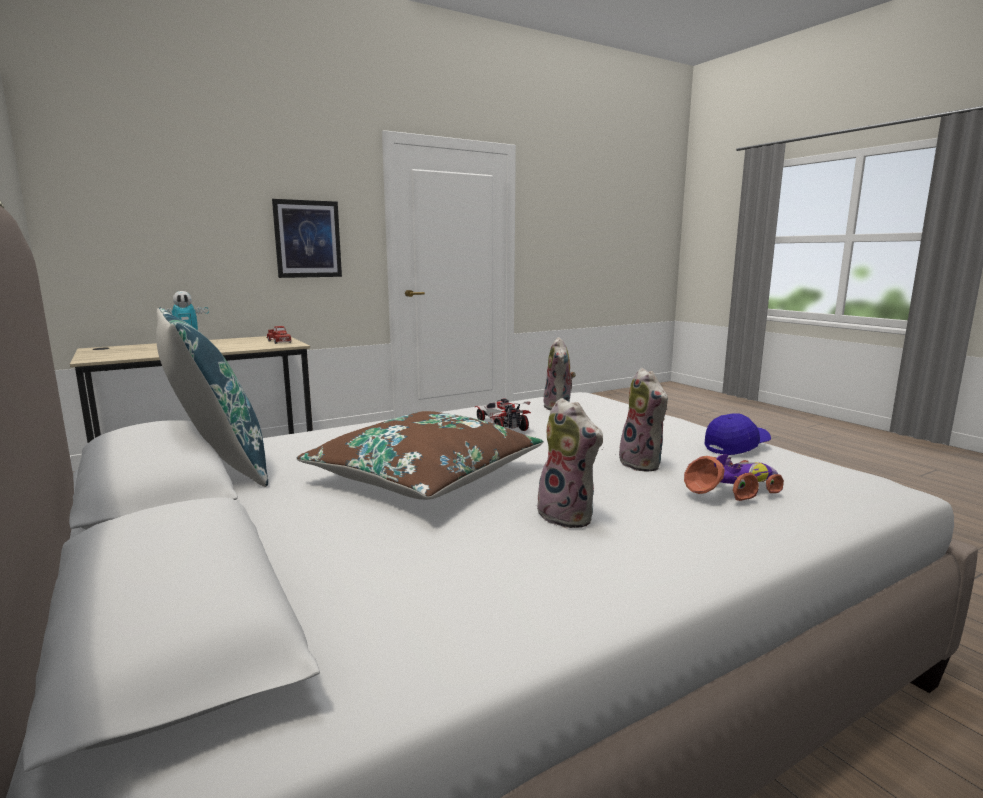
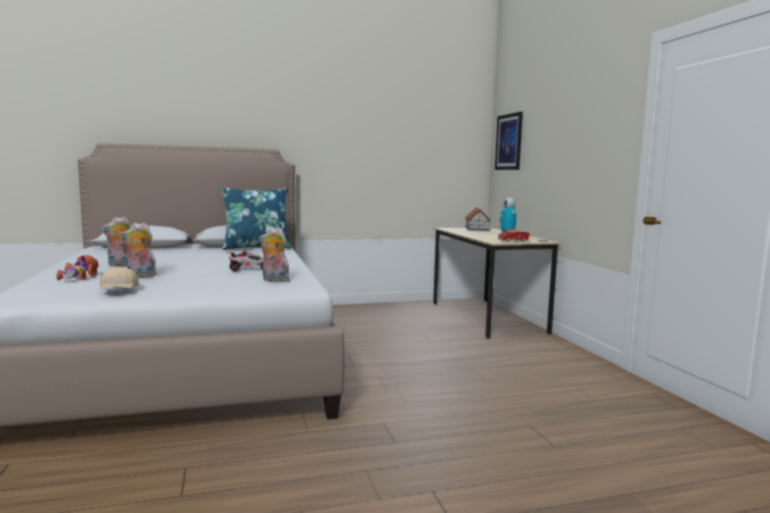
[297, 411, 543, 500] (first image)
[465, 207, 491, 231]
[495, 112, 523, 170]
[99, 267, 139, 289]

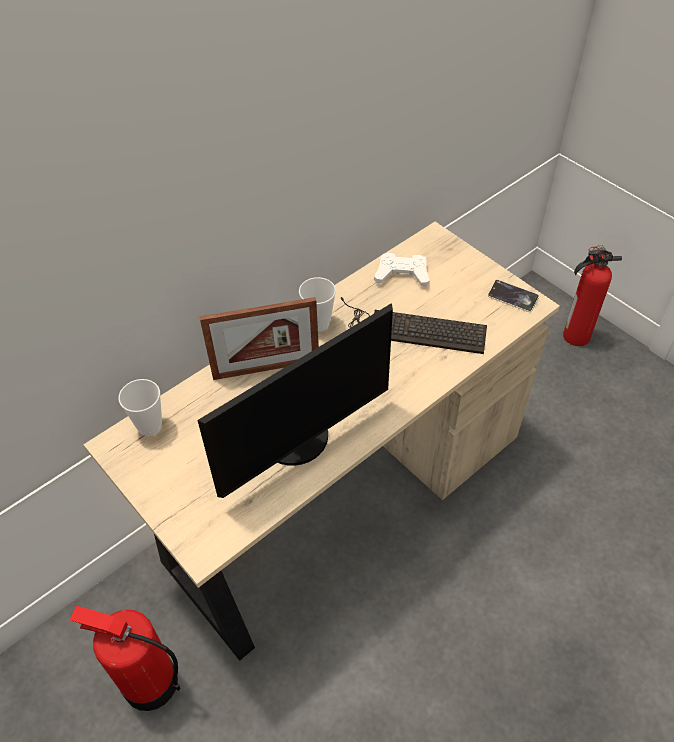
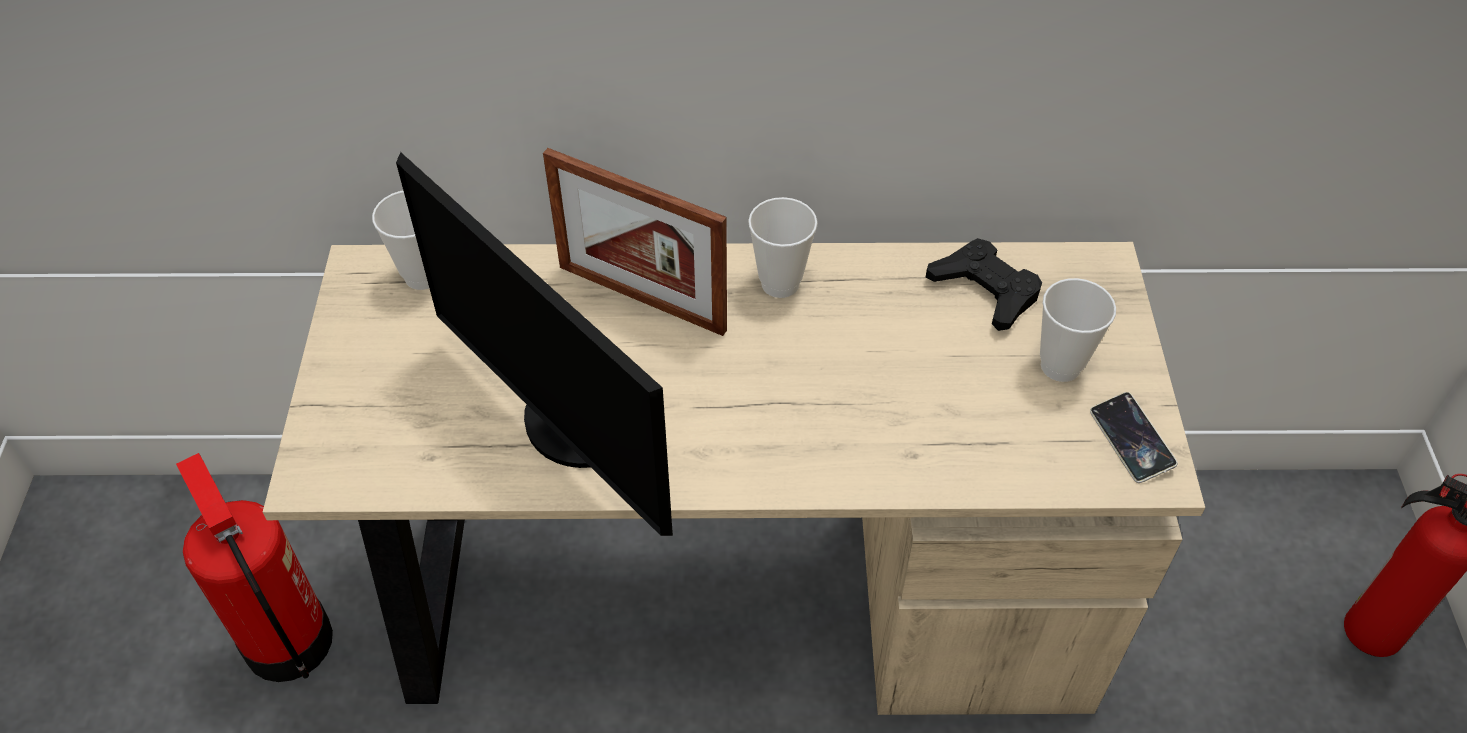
[341, 297, 487, 354] (first image)
[1040, 278, 1116, 382]
[925, 238, 1042, 331]
[396, 152, 673, 536]

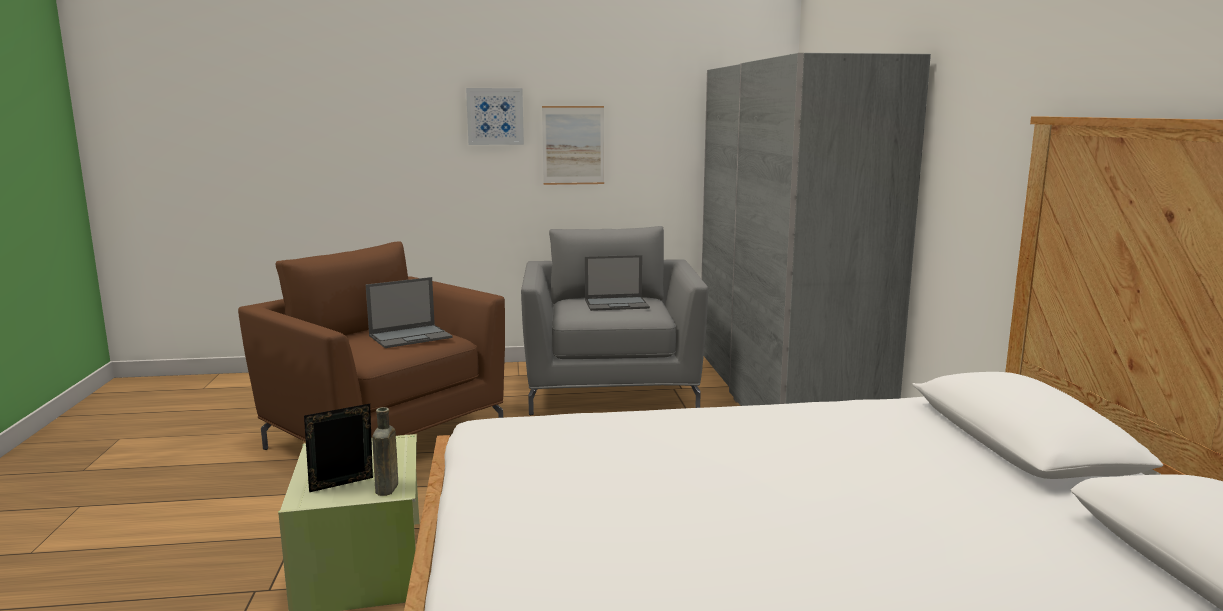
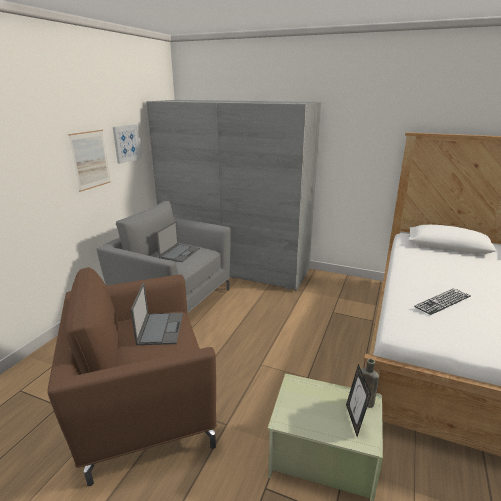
[414, 288, 470, 315]
[113, 124, 142, 164]

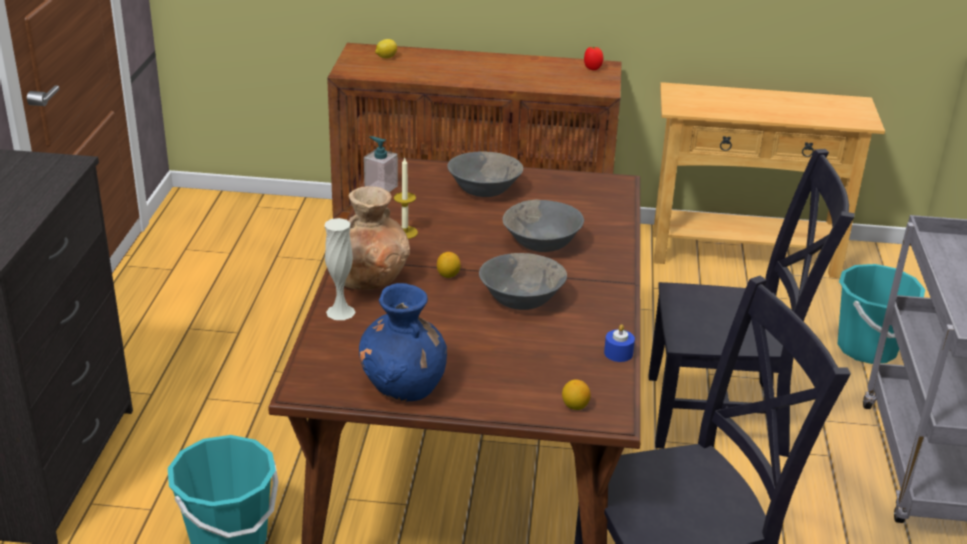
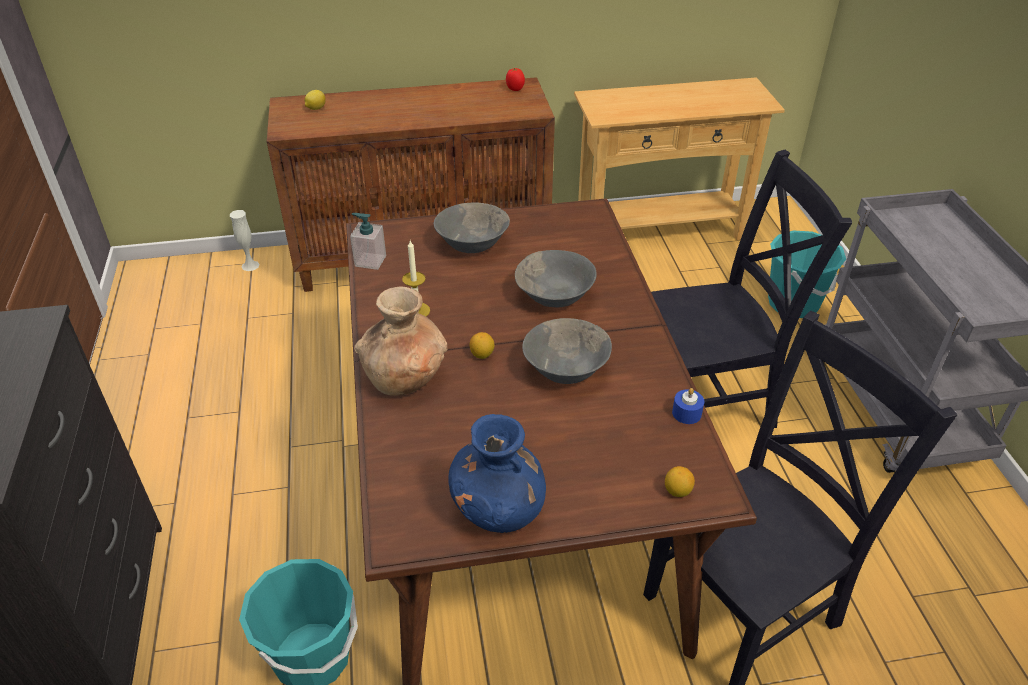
[230, 210, 260, 271]

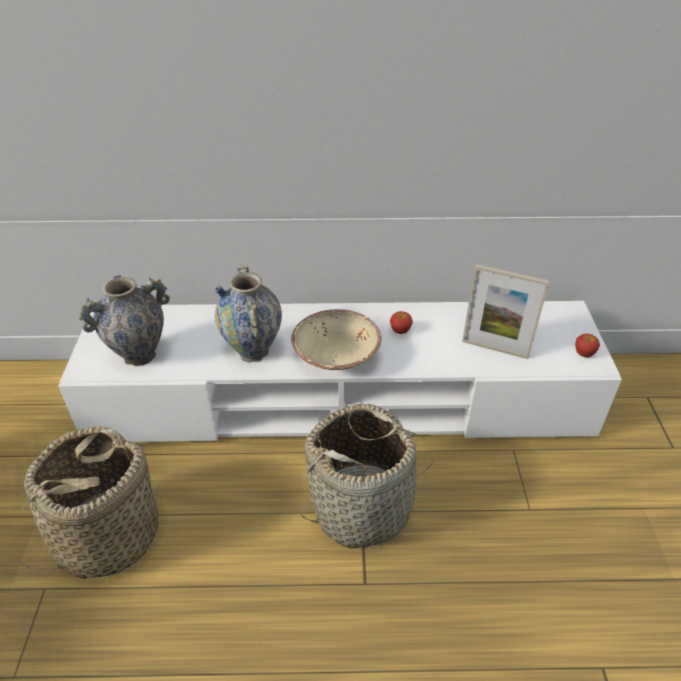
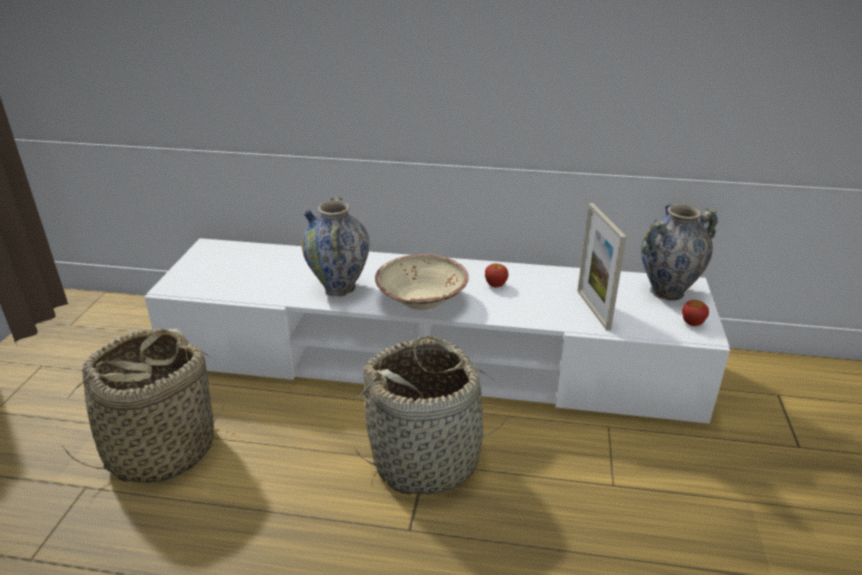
[641, 204, 718, 301]
[577, 203, 626, 330]

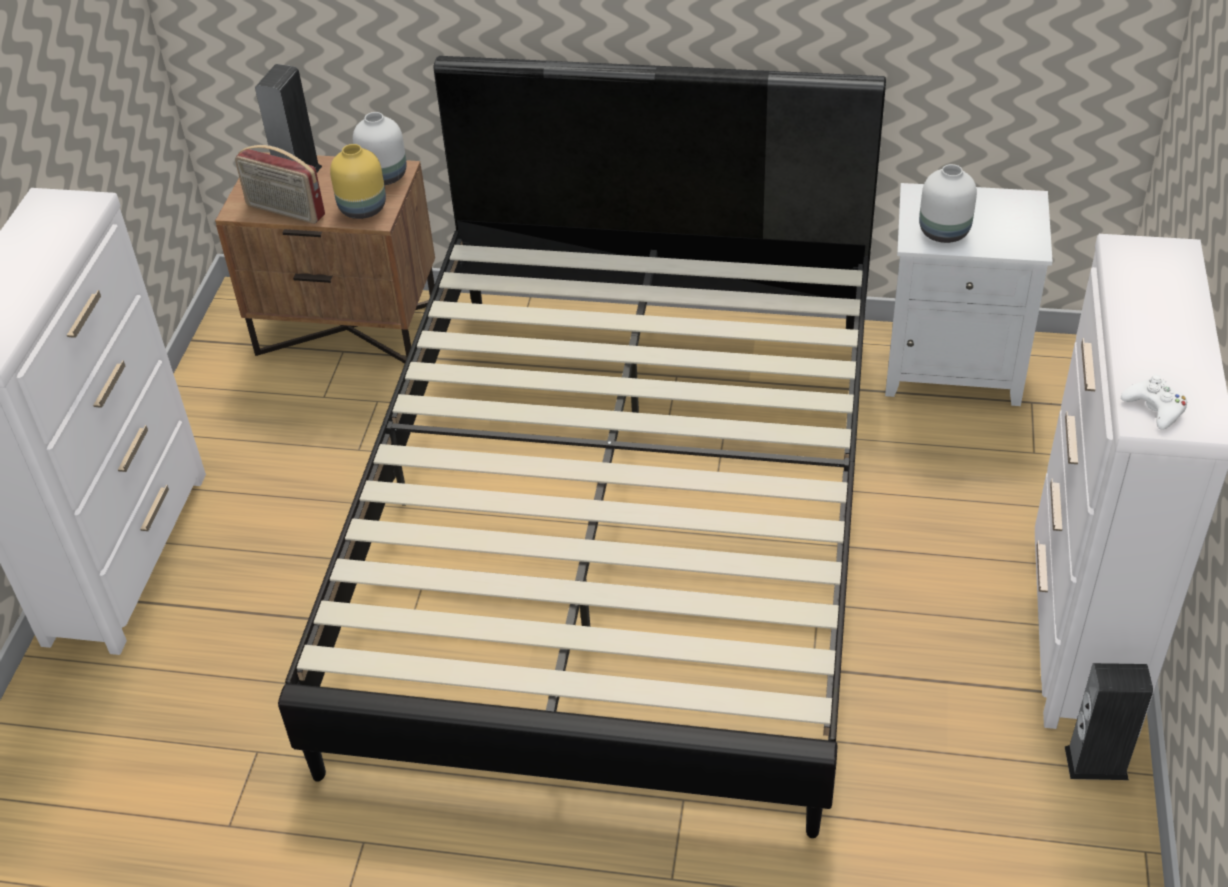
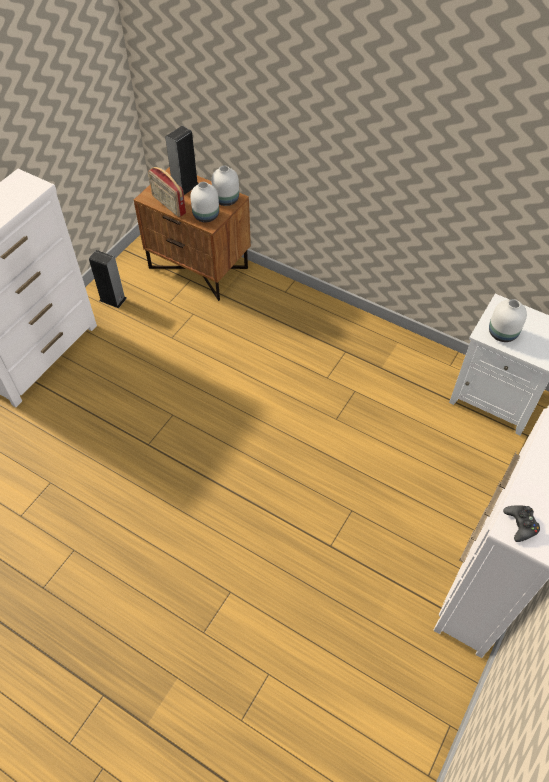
[278, 56, 886, 838] (first image)
[89, 250, 127, 308]
[190, 182, 219, 222]
[503, 505, 540, 542]

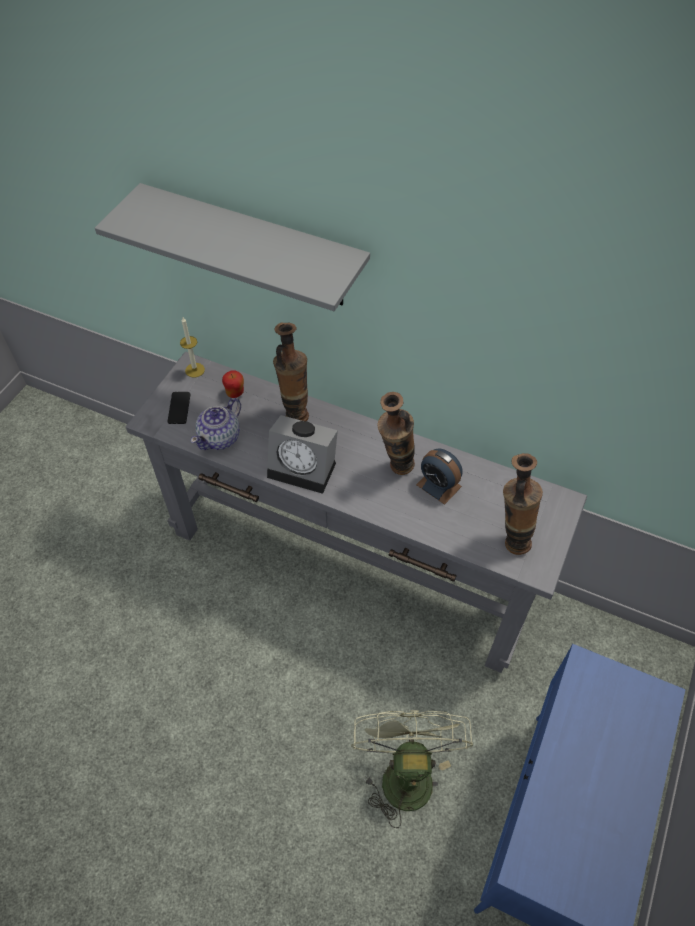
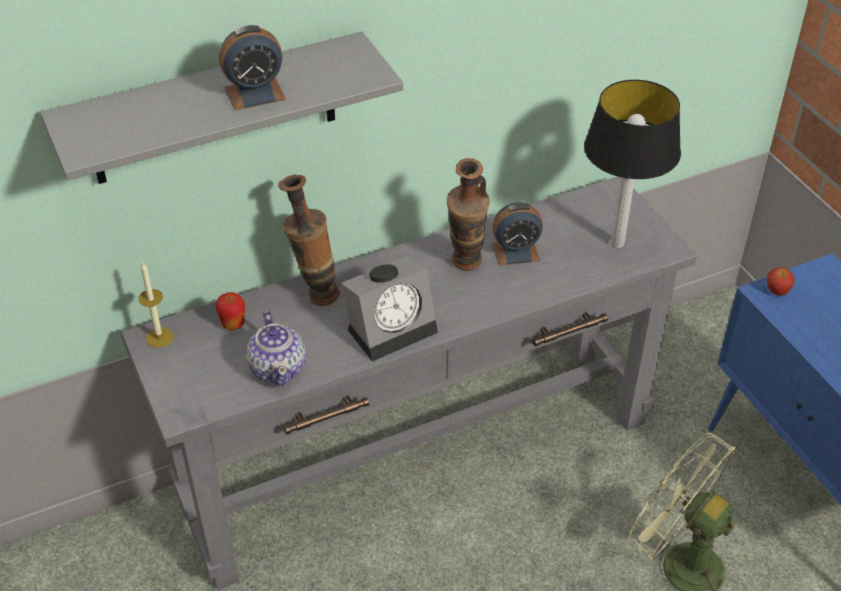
[167, 392, 190, 424] (first image)
[219, 25, 286, 111]
[767, 267, 795, 296]
[584, 80, 681, 248]

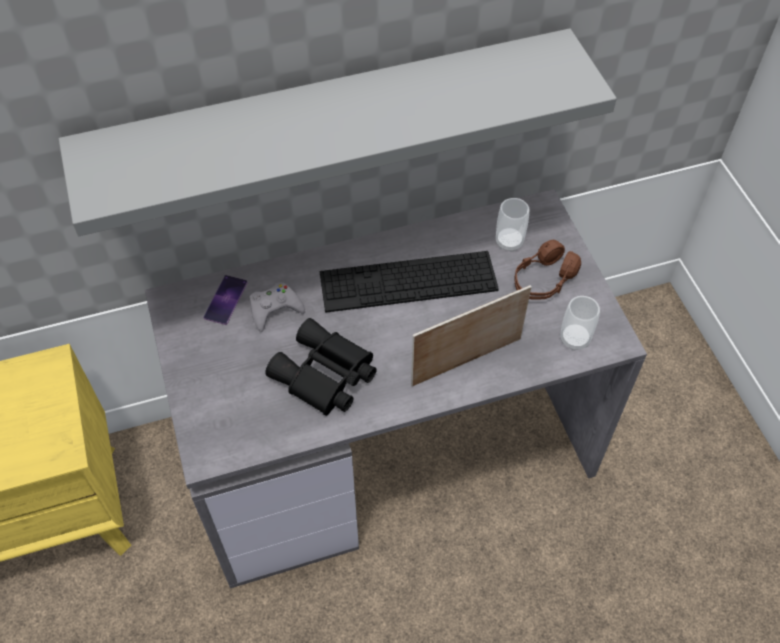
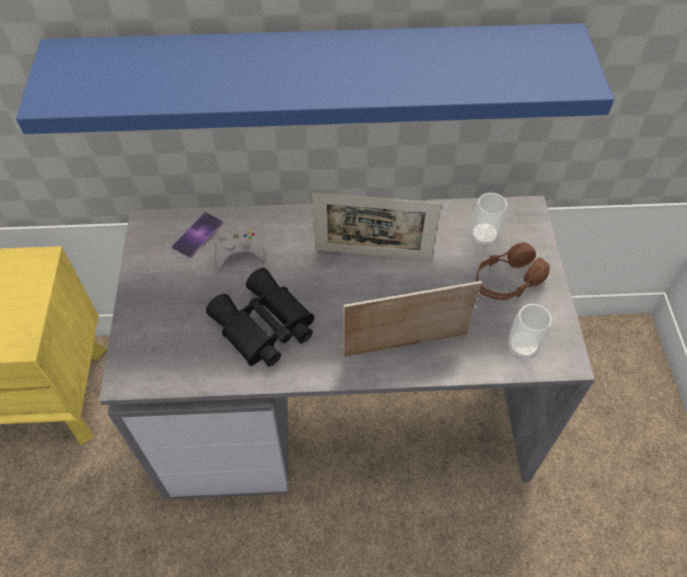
[312, 192, 441, 260]
[16, 23, 614, 134]

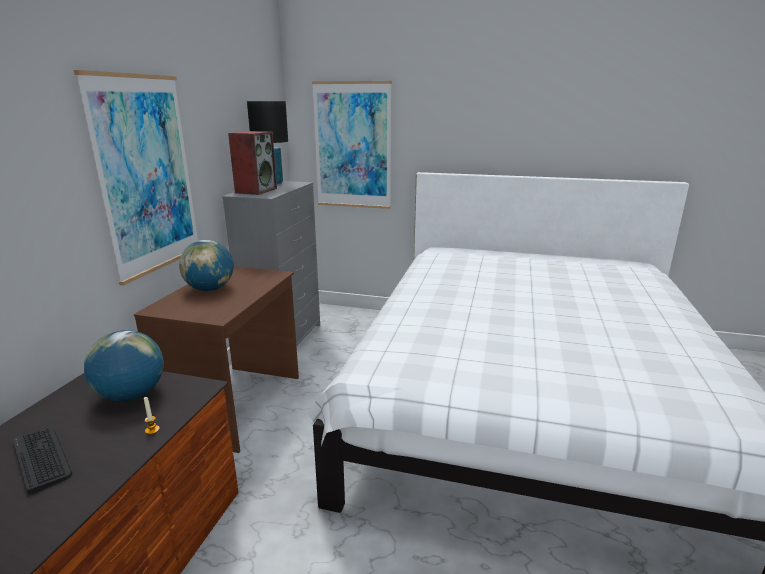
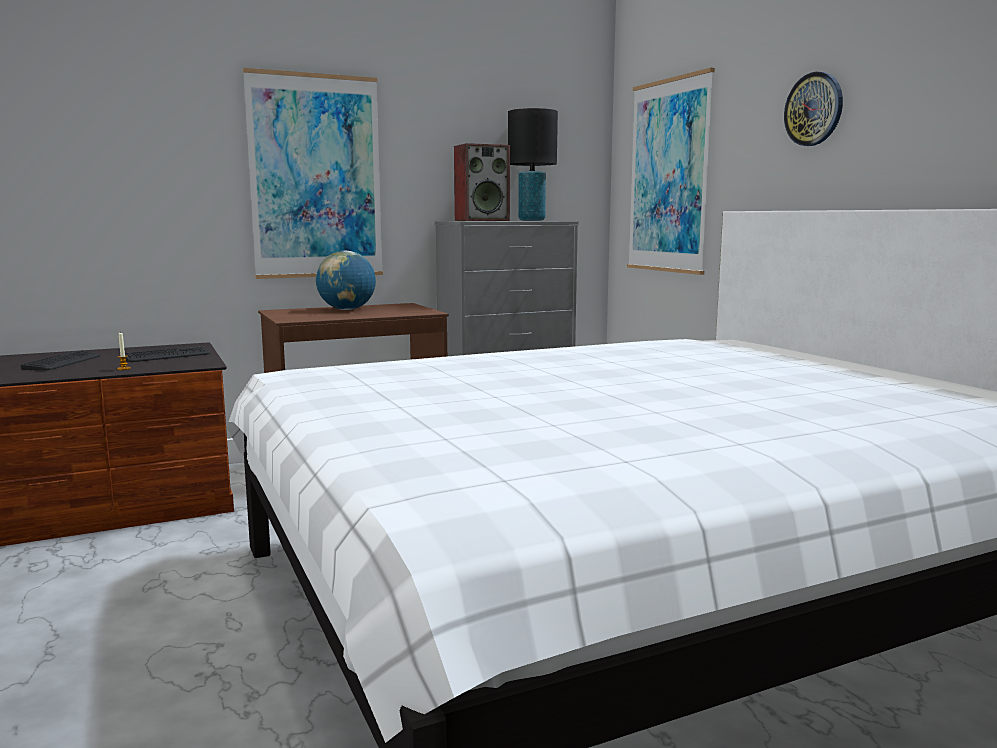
[784, 72, 843, 146]
[125, 346, 210, 362]

